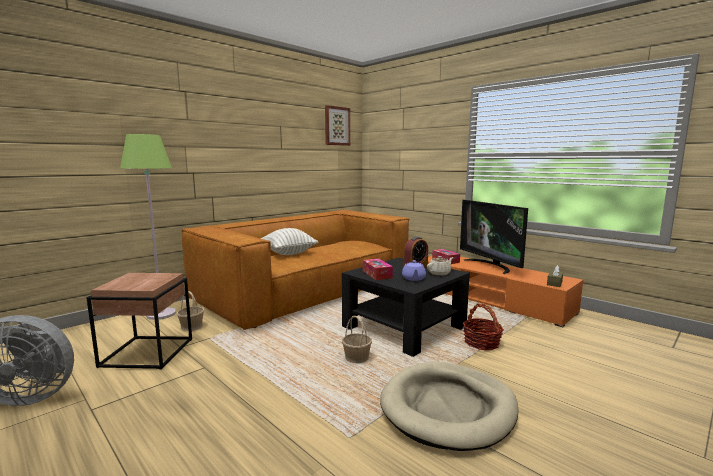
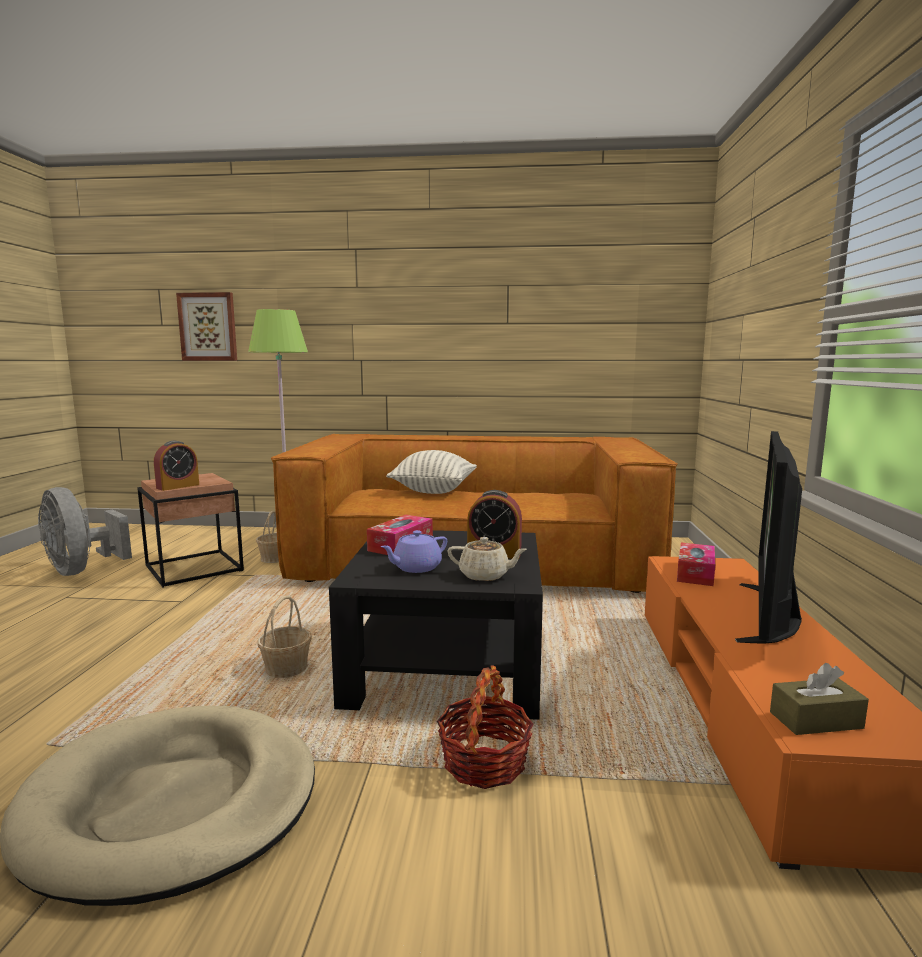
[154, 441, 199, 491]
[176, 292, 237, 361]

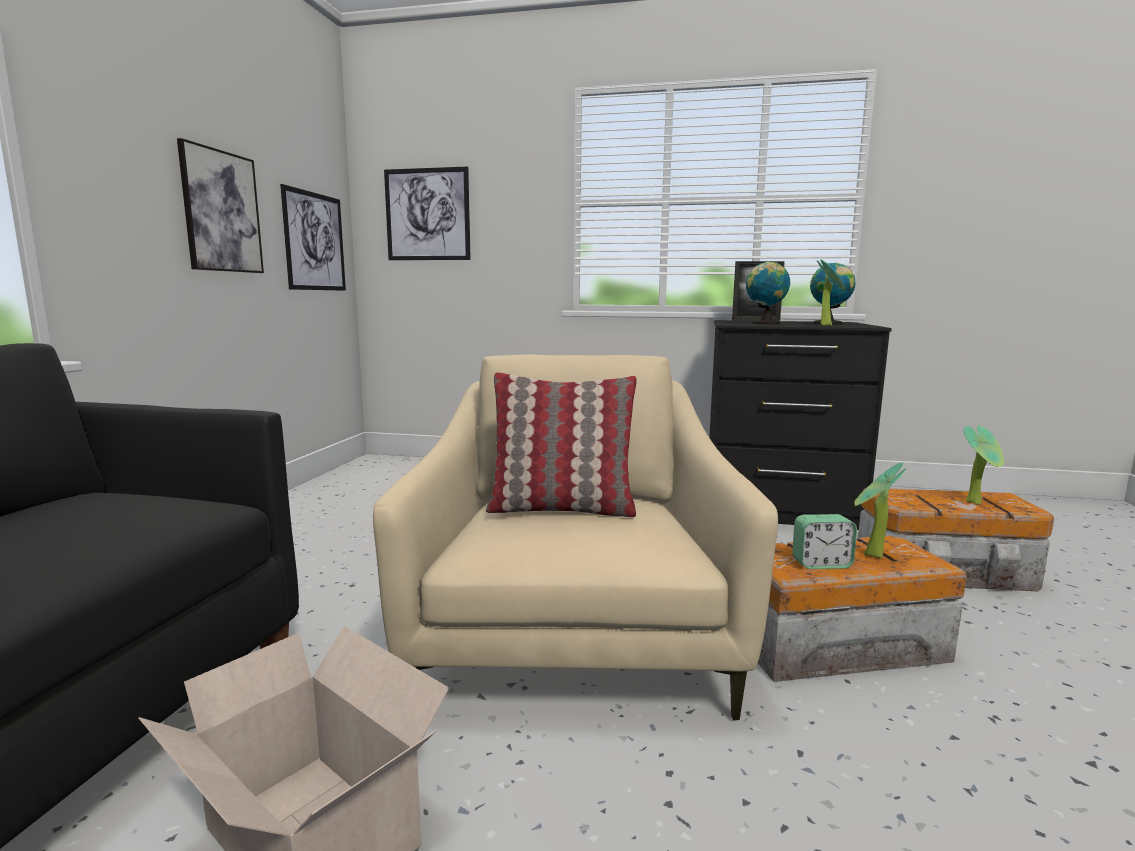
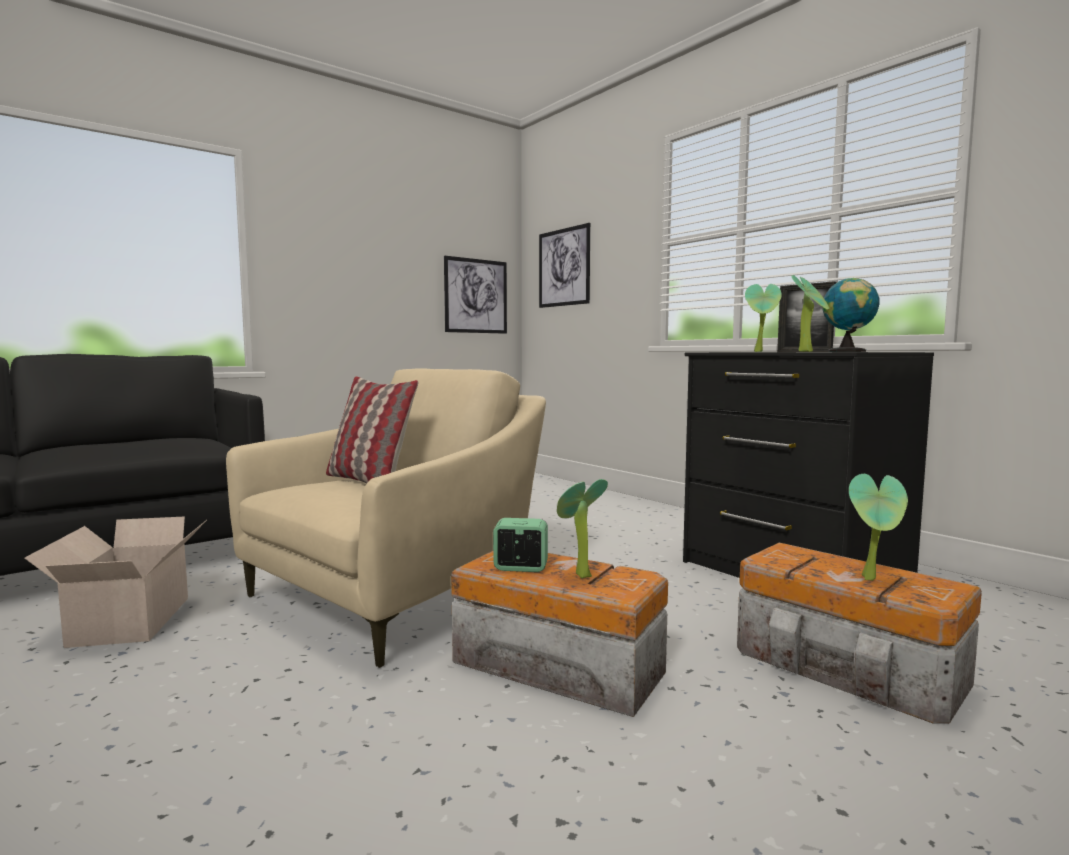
[177, 138, 264, 273] (first image)
[745, 284, 782, 352]
[493, 518, 548, 572]

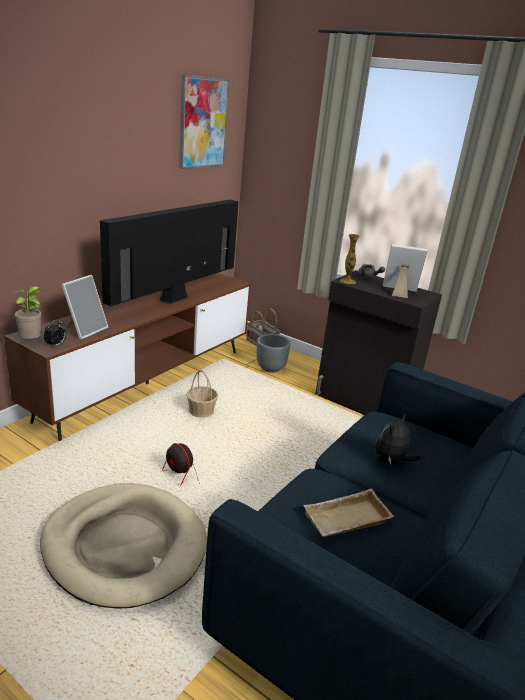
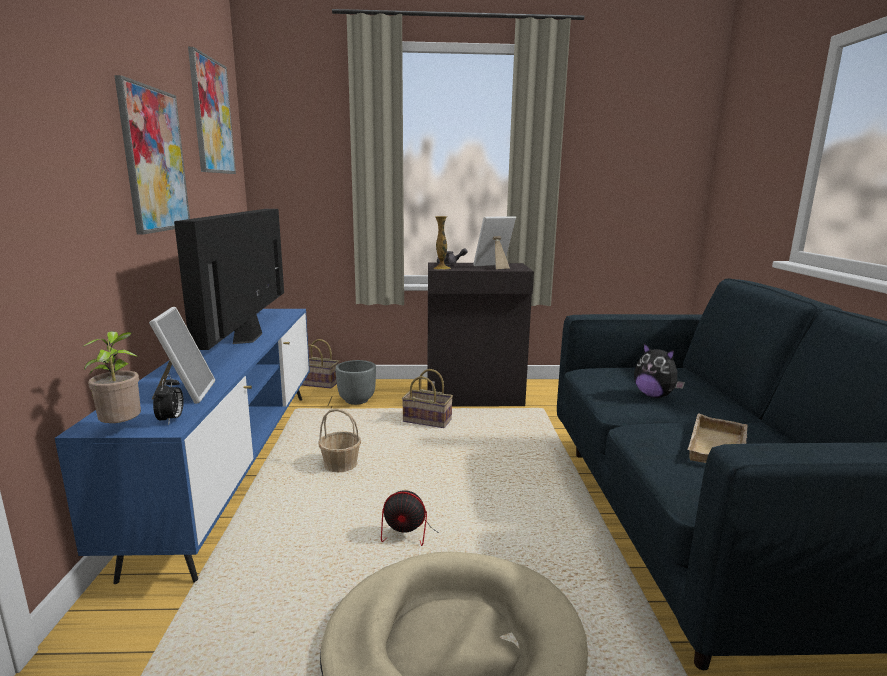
[114, 75, 190, 235]
[402, 369, 453, 428]
[55, 309, 310, 584]
[634, 343, 685, 398]

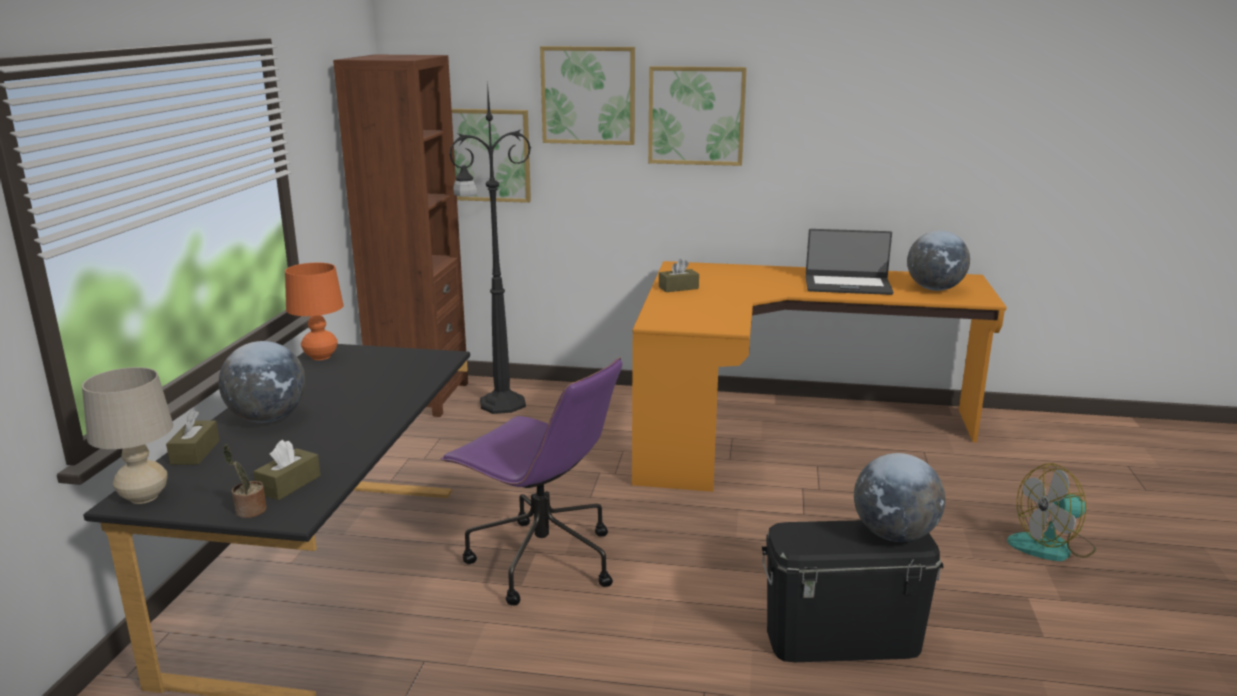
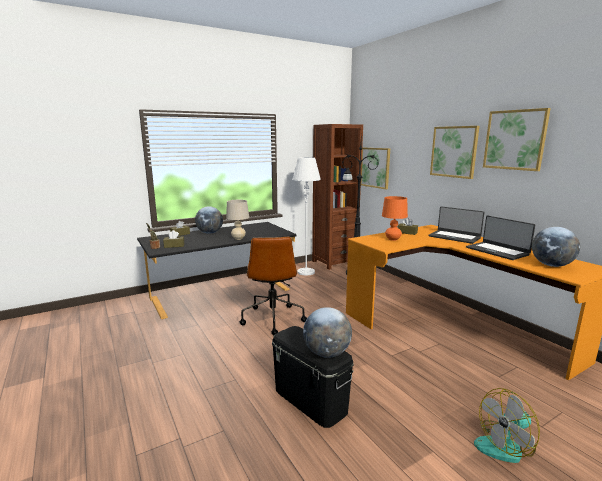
[292, 157, 321, 275]
[428, 206, 485, 244]
[226, 200, 249, 240]
[382, 196, 408, 241]
[483, 108, 551, 171]
[240, 237, 307, 335]
[474, 388, 540, 463]

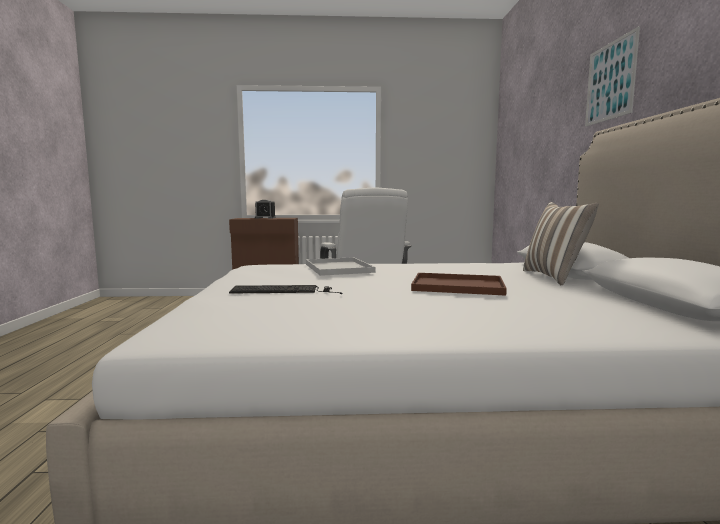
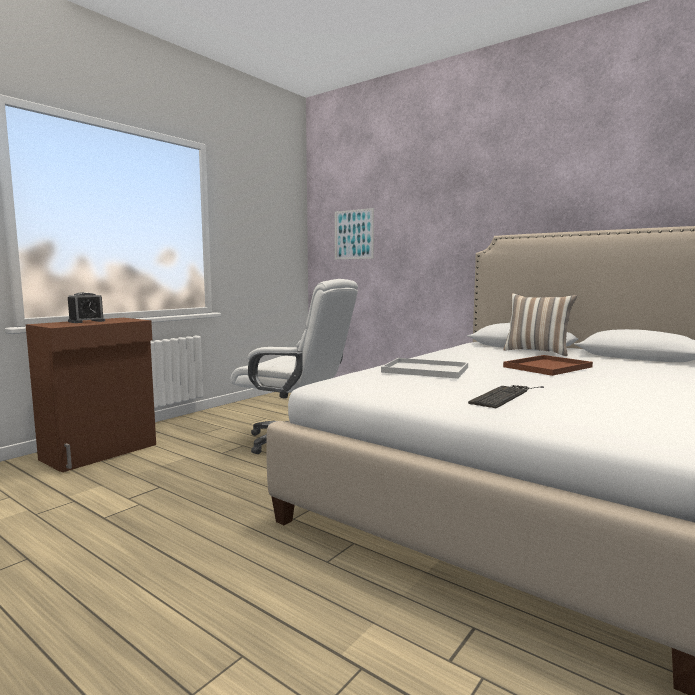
[335, 208, 374, 259]

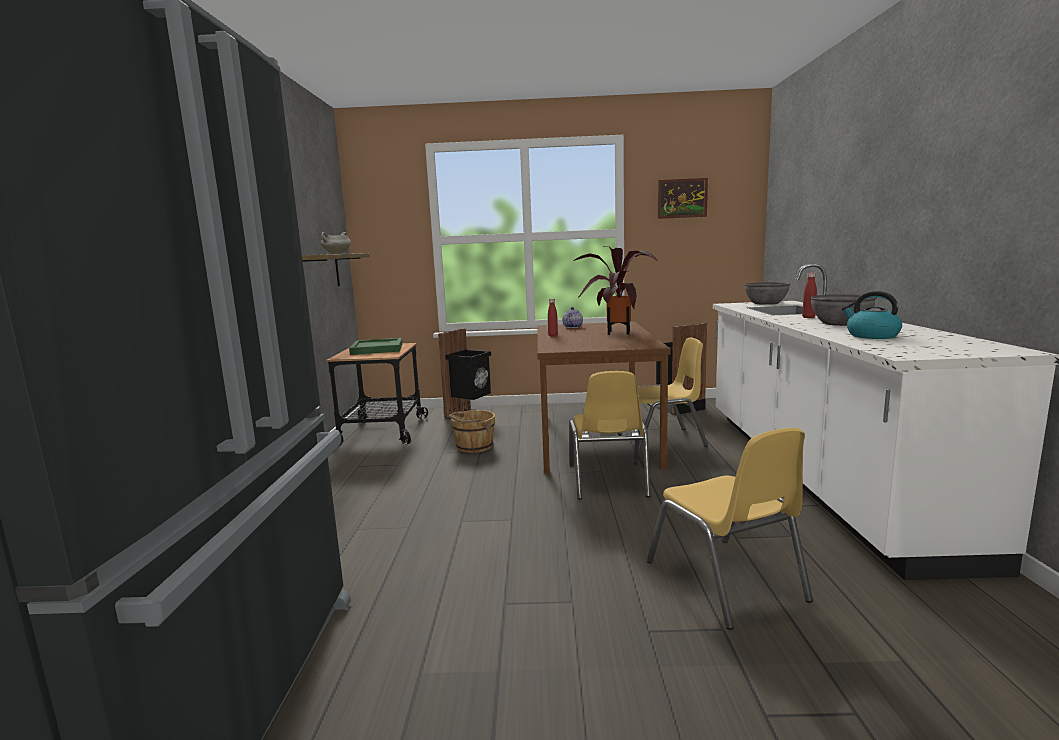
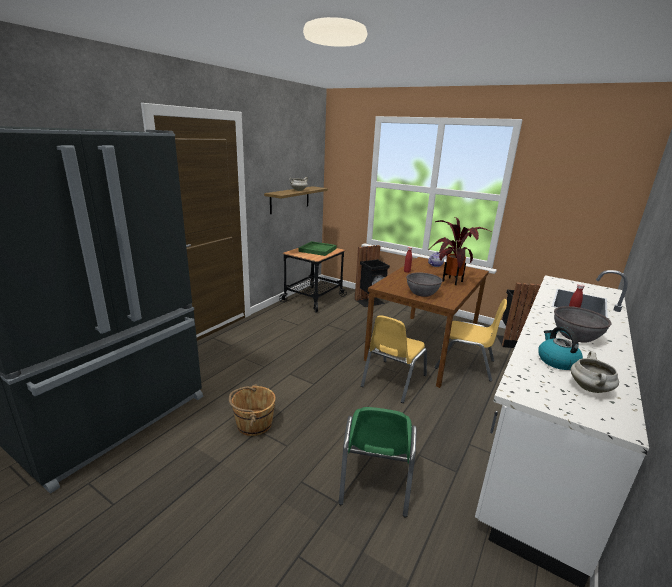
[657, 178, 708, 219] (first image)
[571, 351, 619, 393]
[229, 384, 276, 436]
[406, 273, 443, 297]
[339, 407, 417, 517]

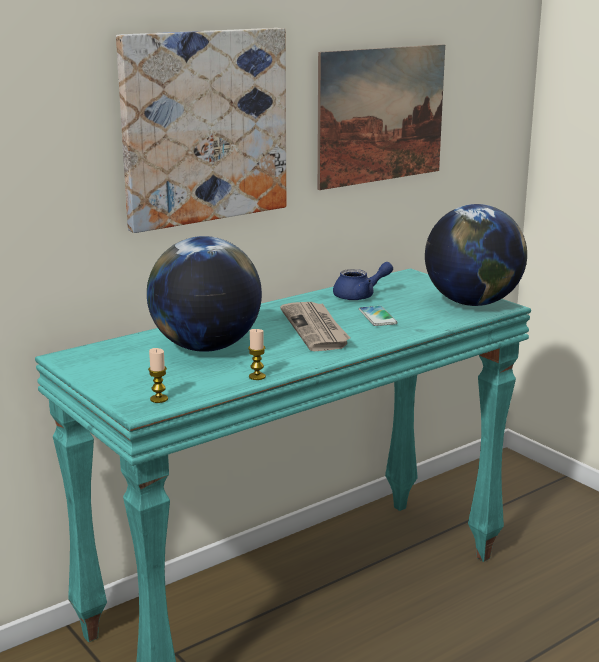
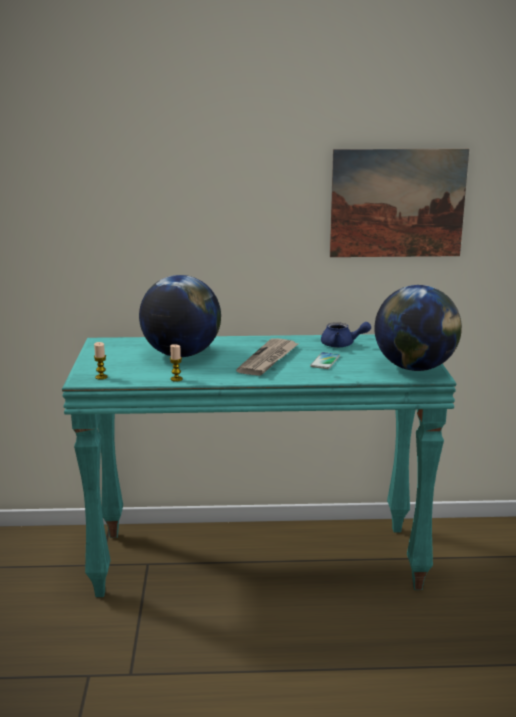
[116, 28, 286, 233] (first image)

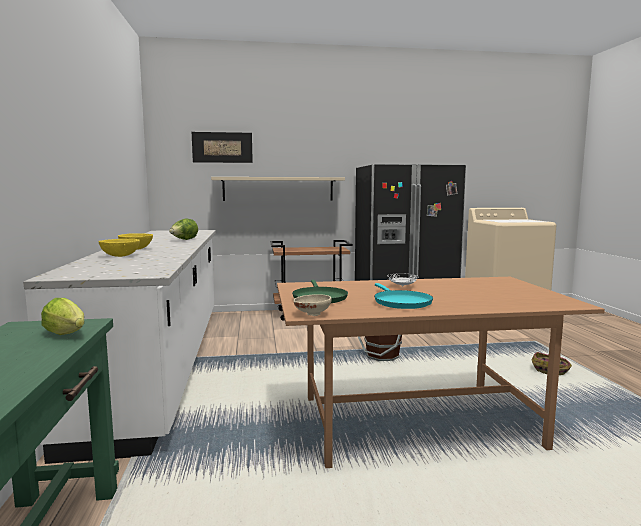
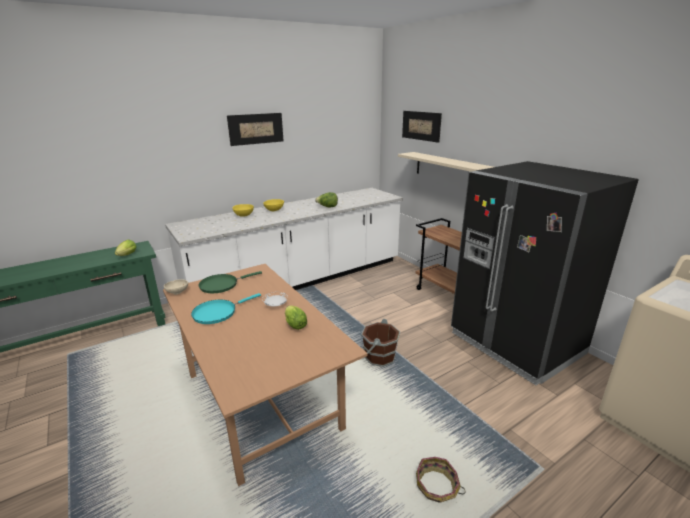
[227, 113, 284, 146]
[285, 305, 307, 330]

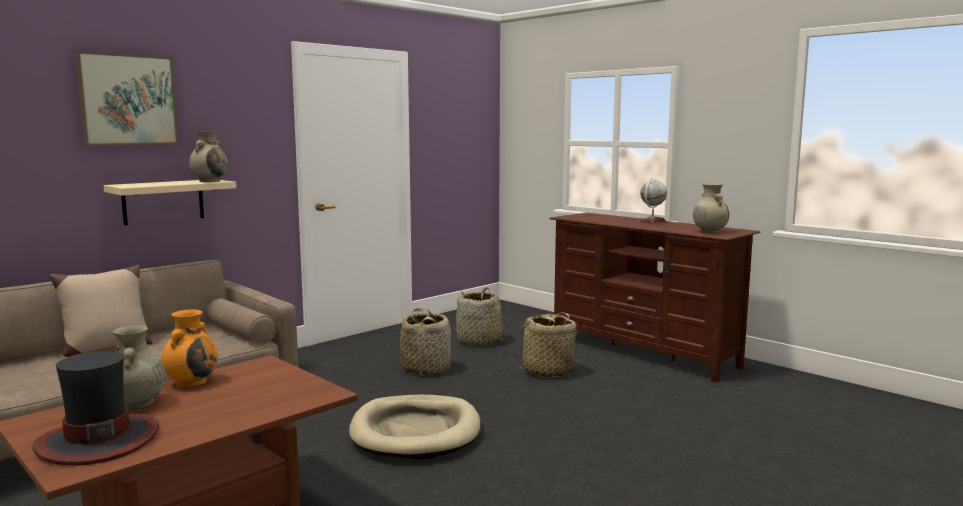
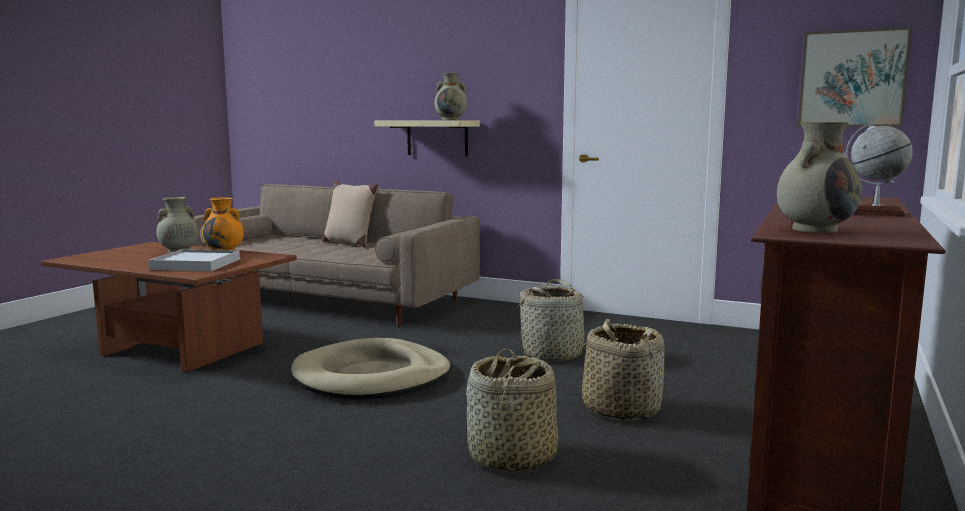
[32, 351, 159, 466] (first image)
[149, 249, 240, 271]
[798, 27, 912, 127]
[466, 349, 559, 472]

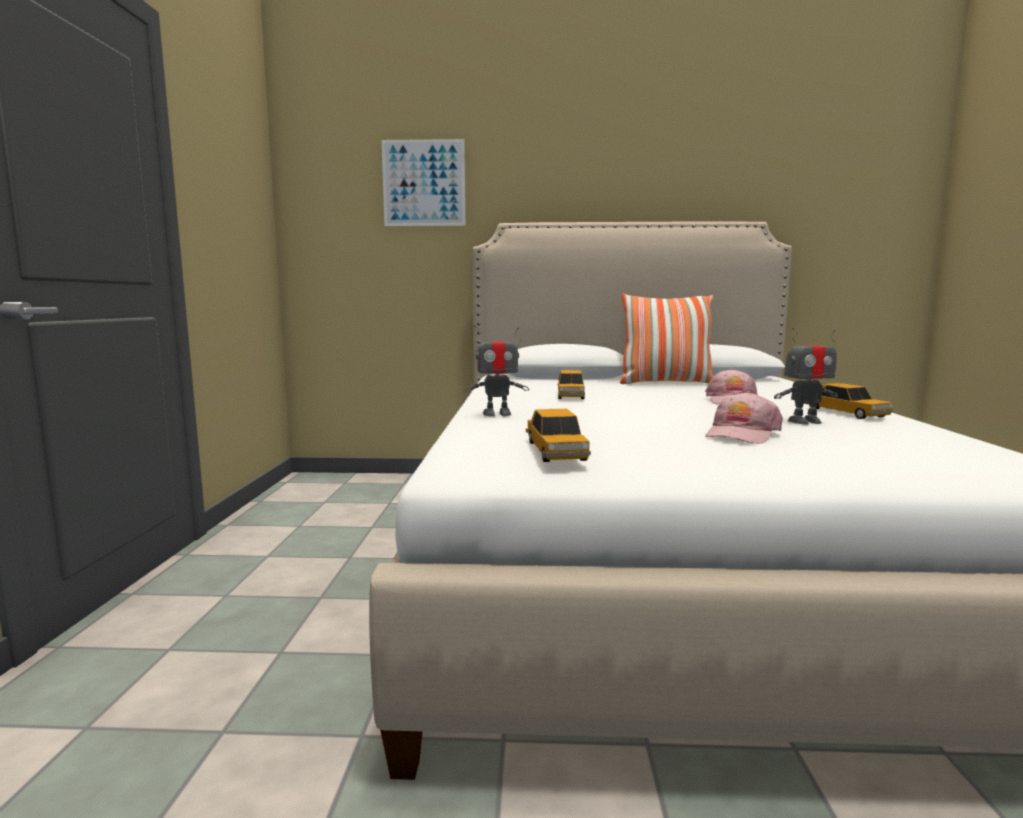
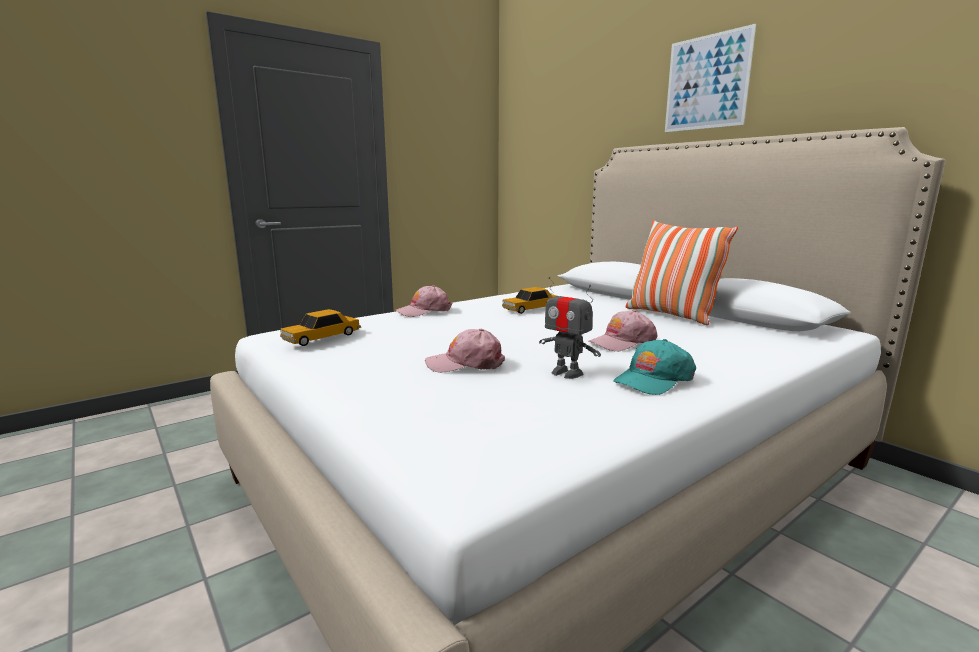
[665, 24, 756, 132]
[395, 285, 452, 317]
[613, 339, 696, 395]

